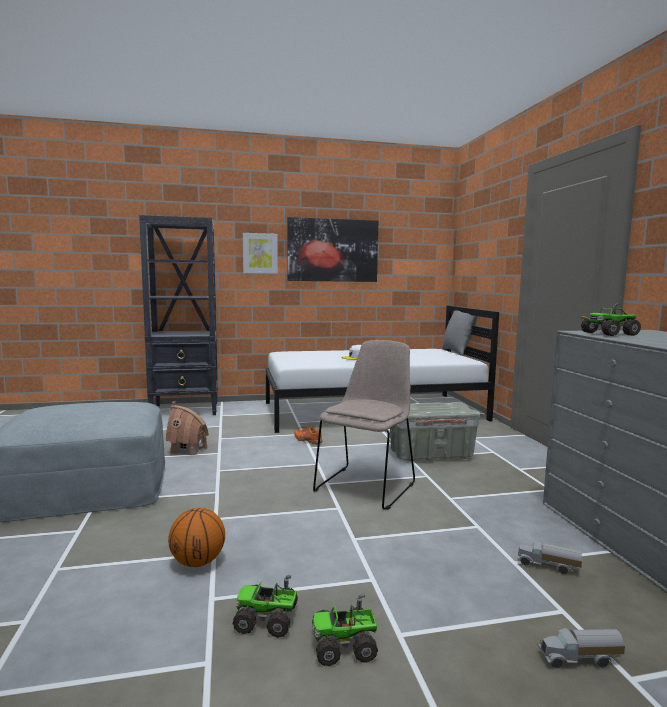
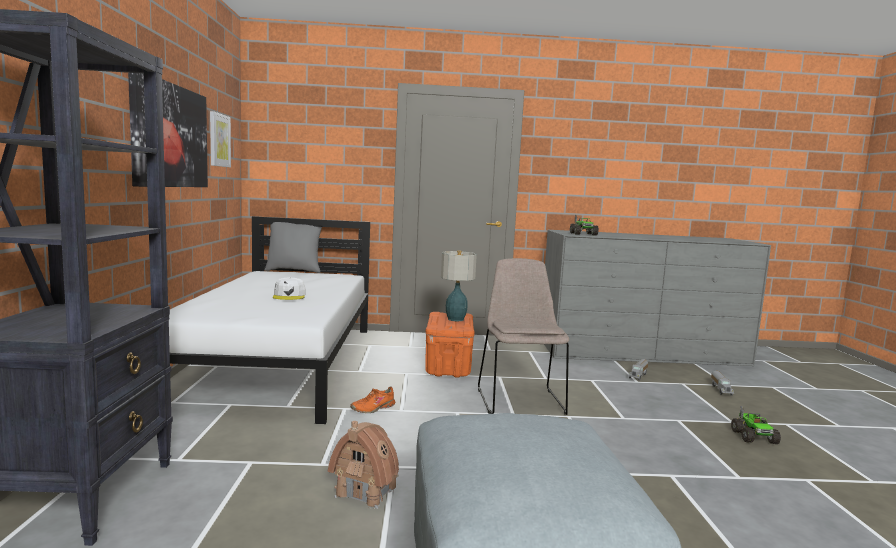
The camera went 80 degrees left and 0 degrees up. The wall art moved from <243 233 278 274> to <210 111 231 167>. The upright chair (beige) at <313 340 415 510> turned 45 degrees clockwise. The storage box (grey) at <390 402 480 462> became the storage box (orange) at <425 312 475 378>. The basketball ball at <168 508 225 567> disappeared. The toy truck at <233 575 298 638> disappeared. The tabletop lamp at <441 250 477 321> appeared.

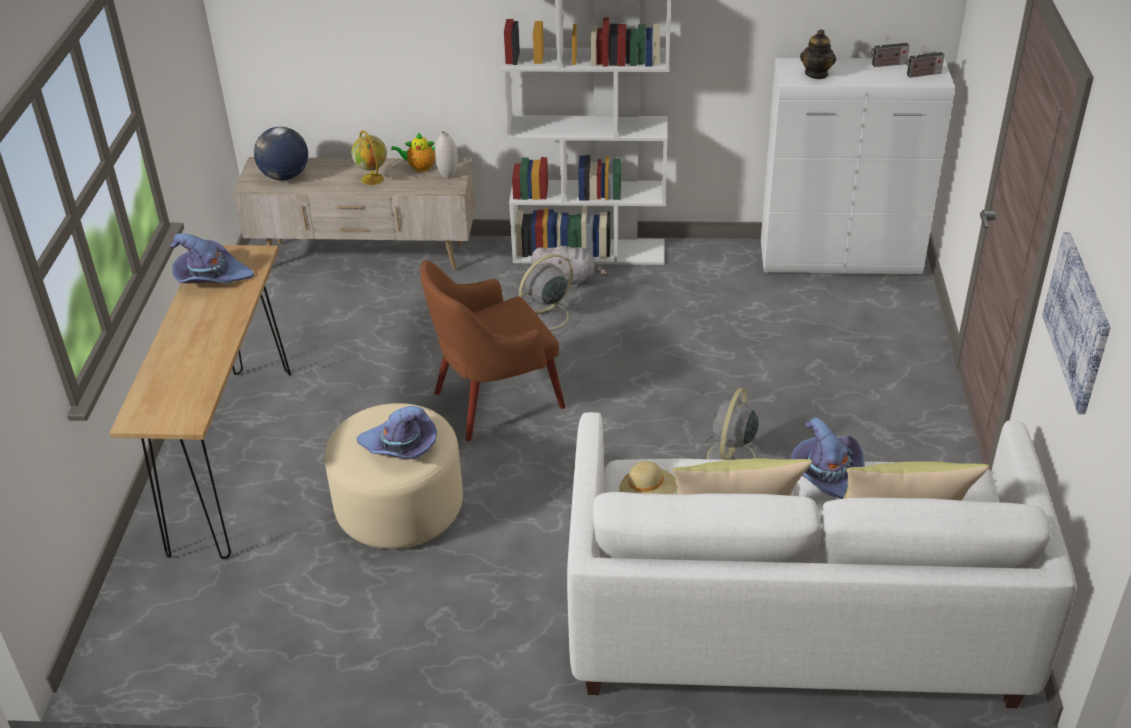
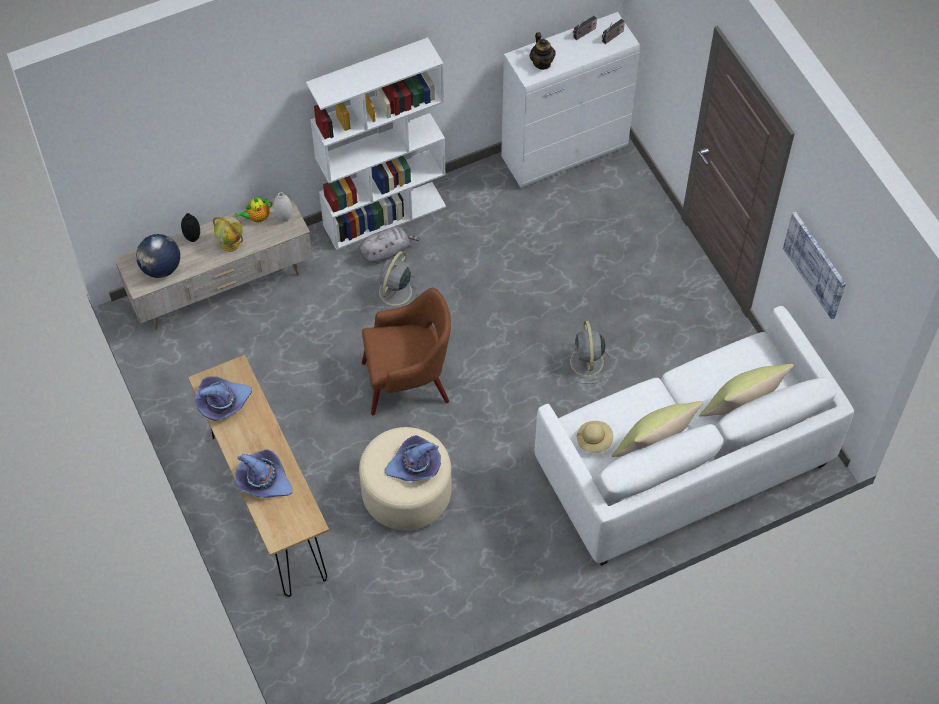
The camera went 30 degrees left and 20 degrees up. The armchair (brown-coloured) at <420 260 565 441> turned 135 degrees counterclockwise. The wearable hat (purplish) moved from <791 417 865 499> to <235 449 292 498>. The flower vase (black-coloured) at <181 213 200 242> appeared.

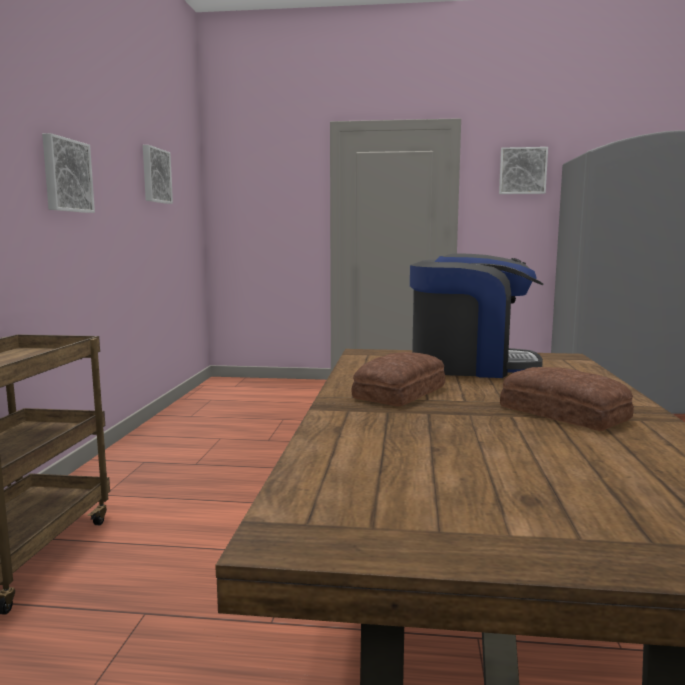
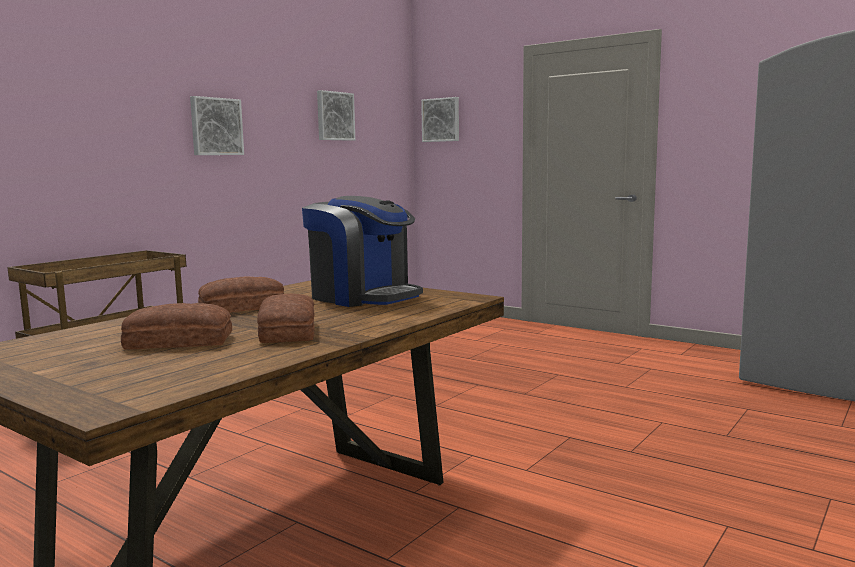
The camera went 30 degrees right and 0 degrees up. The wall art moved from <499 147 548 194> to <421 97 459 142>. The baked bread at <121 303 232 350> appeared.

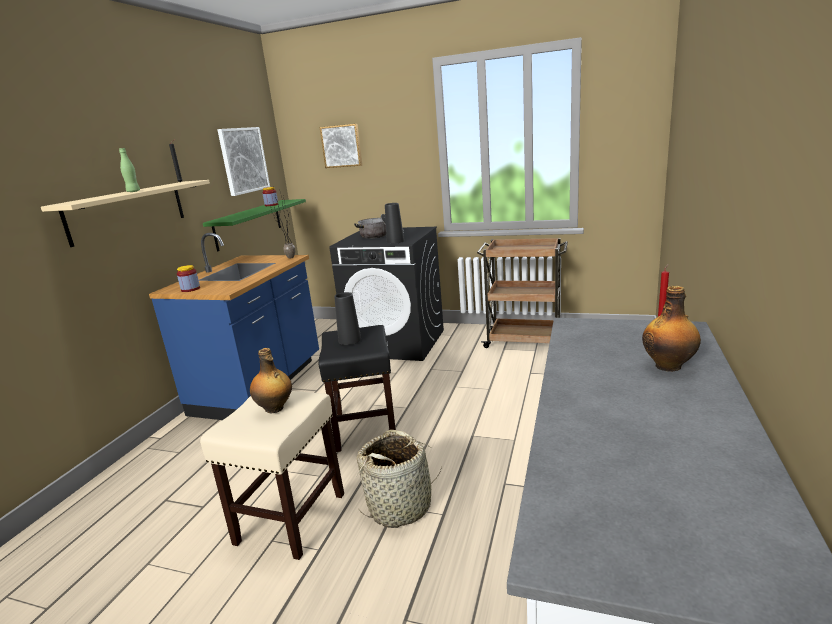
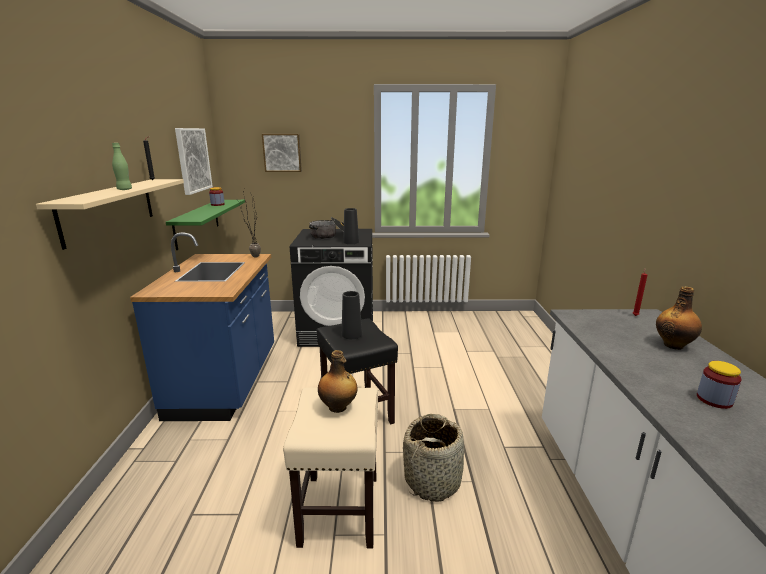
The camera went 20 degrees left and 0 degrees up. The cart (brown-coloured) at <477 238 568 348> disappeared. The preserve jar moved from <177 265 200 292> to <697 361 742 409>.

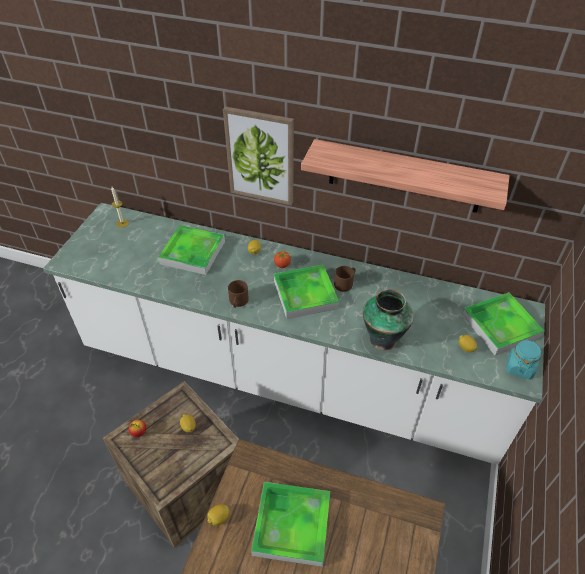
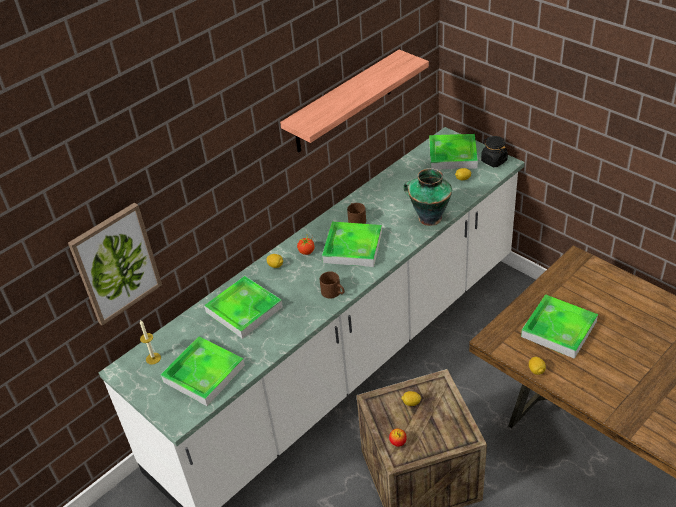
The camera went 60 degrees left and 5 degrees down. The wall art moved from <223 106 294 206> to <68 203 162 326>. The preserve jar (turquoise-coloured) at <506 339 541 379> became the preserve jar (black-coloured) at <481 136 508 167>. The tray at <160 336 245 406> appeared.

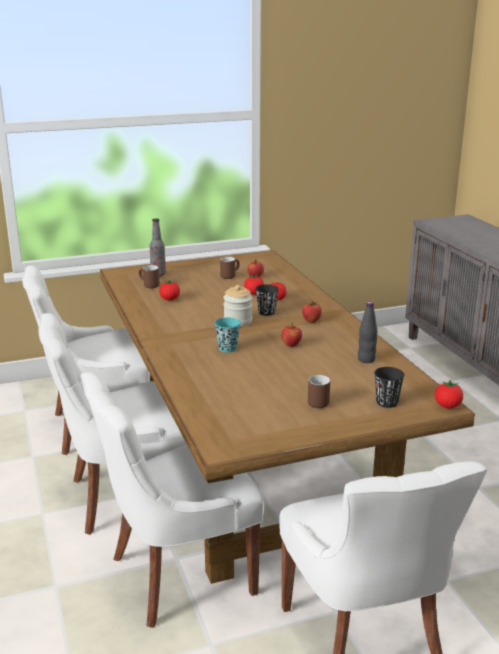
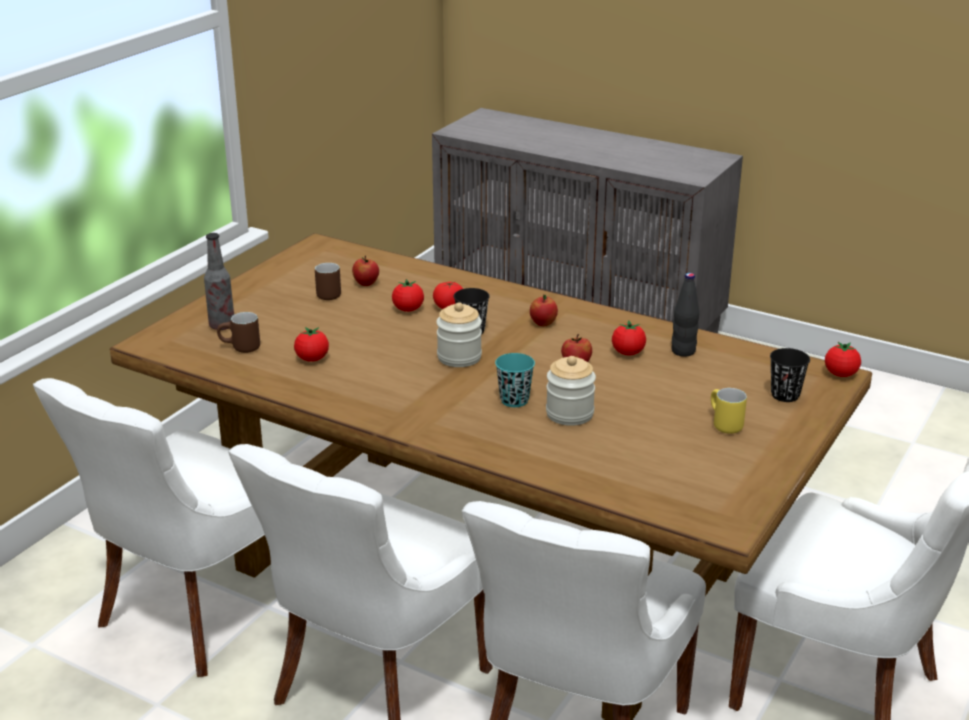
The camera went 40 degrees left and 5 degrees up. The tea mug (brown-coloured) at <308 375 330 408> became the tea mug (yellow-coloured) at <711 388 747 434>. The whole tomato at <612 321 646 355> appeared. The preserve jar at <546 356 596 426> appeared.

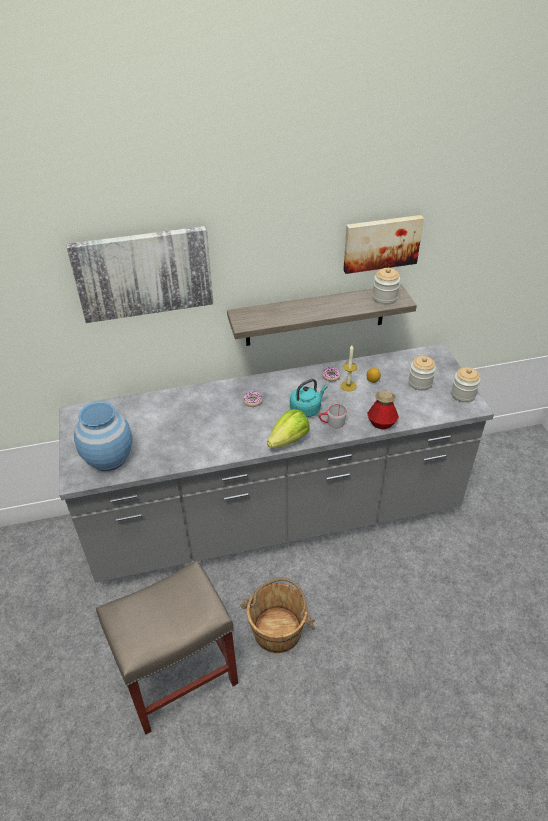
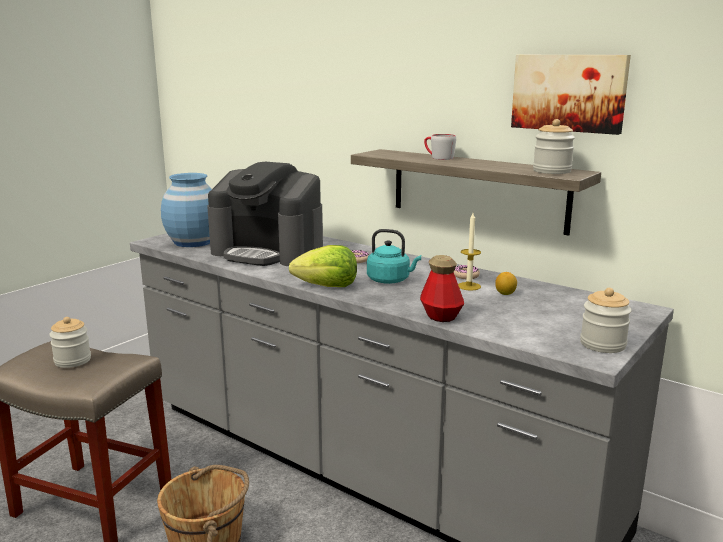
The camera went 50 degrees right and 25 degrees down. The wall art at <67 226 214 323> disappeared. The preserve jar moved from <408 356 436 391> to <49 317 91 368>. The tea mug (grey) moved from <319 404 347 428> to <424 134 456 160>. The coffee machine at <207 162 323 266> appeared.

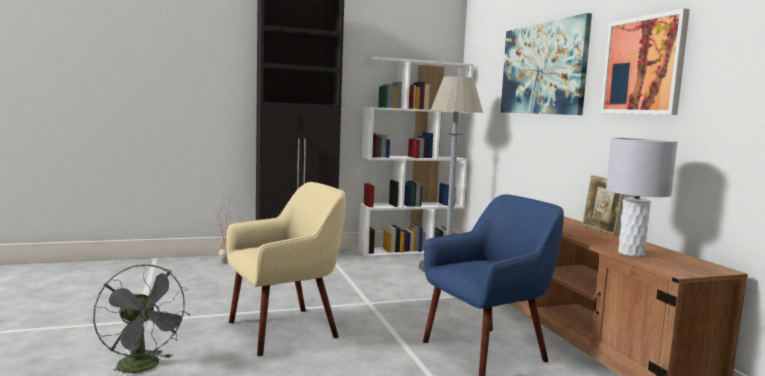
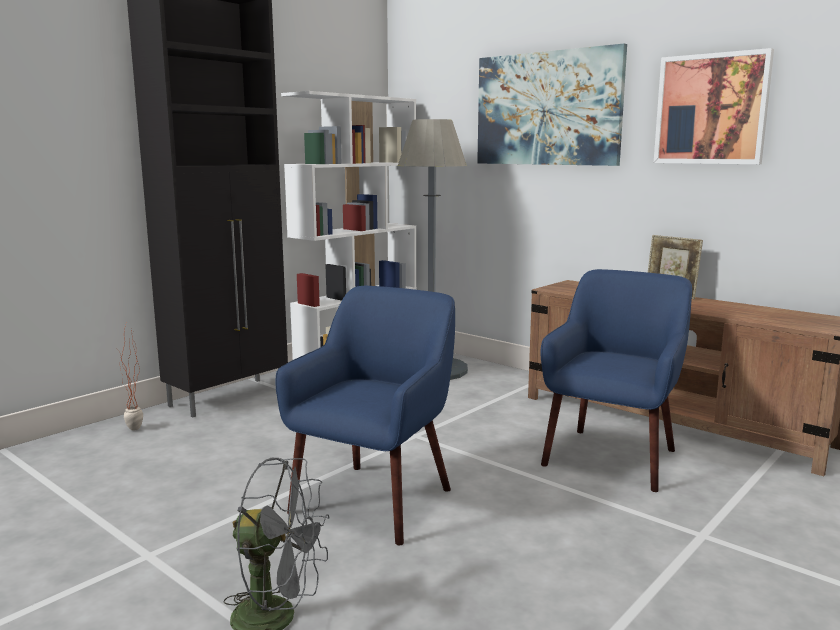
The camera went 30 degrees left and 5 degrees up. The tabletop lamp (grey) at <606 138 678 257> disappeared. The armchair (beige) at <226 182 346 356> became the armchair (blue) at <275 286 455 545>.

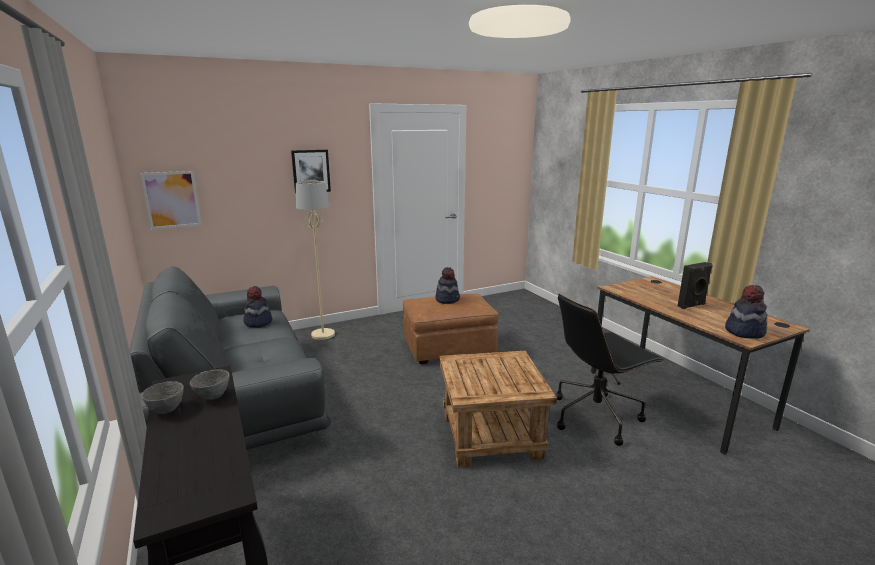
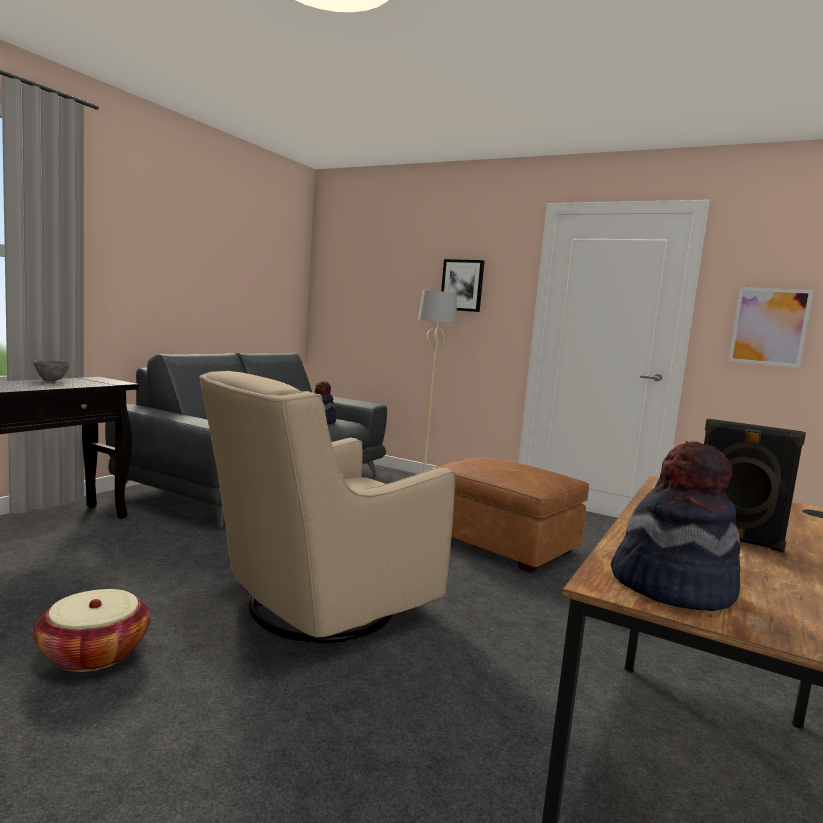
The camera went 55 degrees right and 10 degrees down. The wall art moved from <140 171 202 229> to <728 287 813 368>. The wearable hat at <435 267 460 304> disappeared. The desk chair (black-coloured) at <556 293 664 446> disappeared. The accent table (brown-coloured) at <439 351 557 468> was replaced by the armchair (beige) at <199 371 456 643>. The deep dish (grey) at <190 369 230 400> disappeared. The basket at <34 589 151 672> appeared.

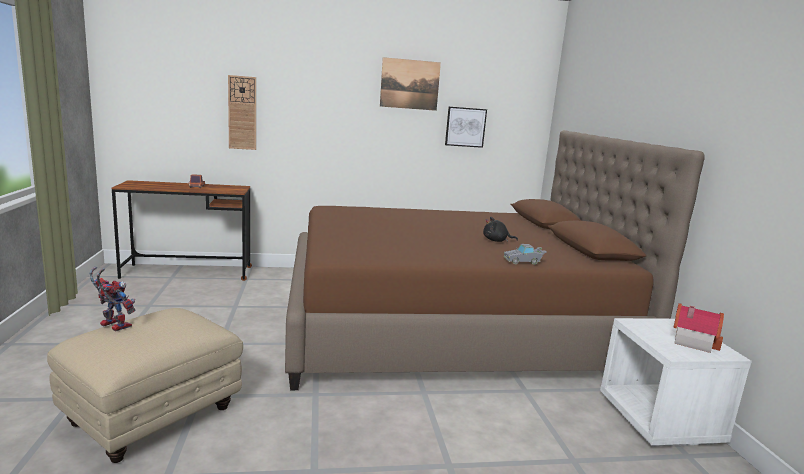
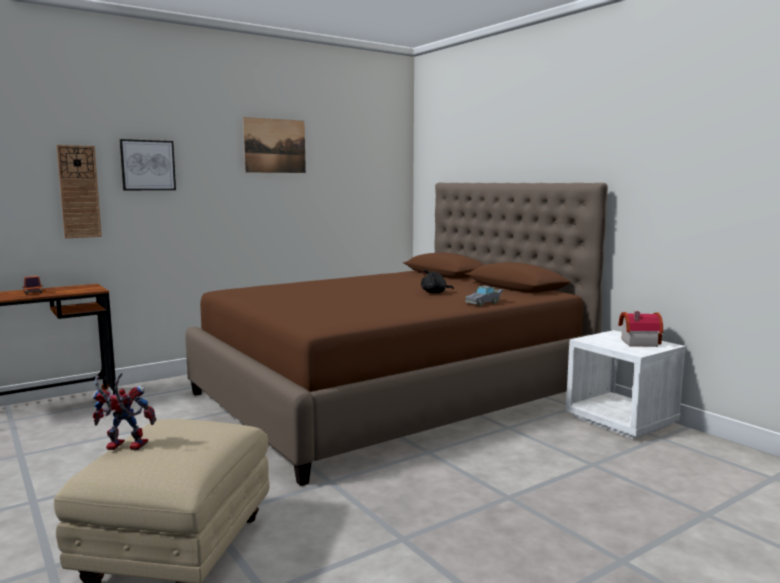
The camera went 25 degrees left and 5 degrees down. The wall art moved from <445 107 487 148> to <119 139 176 190>.

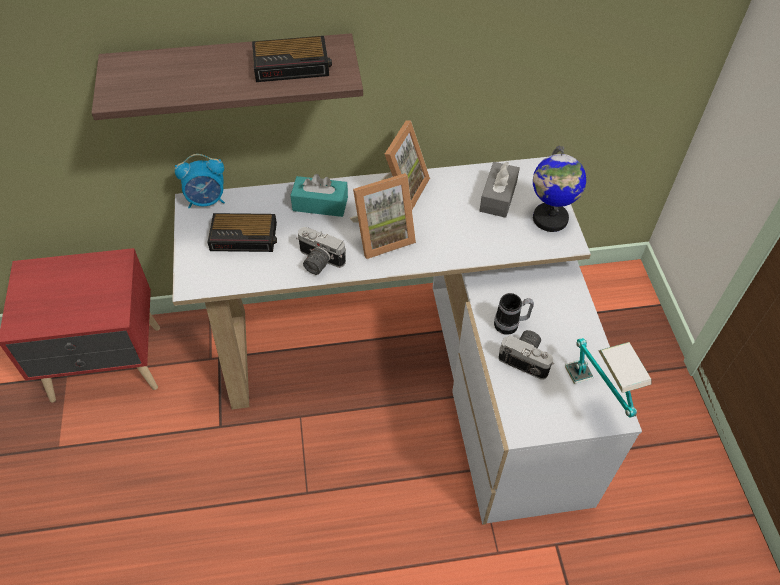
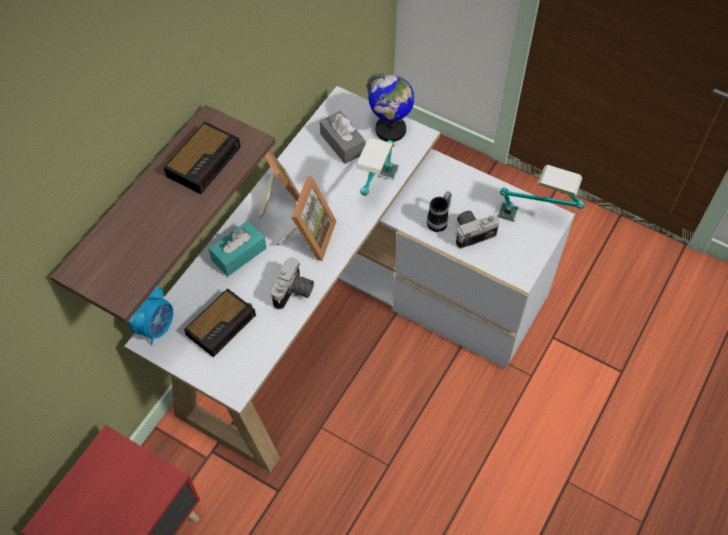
The camera went 50 degrees left and 5 degrees up. The photo camera at <296 227 346 275> turned 45 degrees counterclockwise. The tabletop lamp at <356 137 399 196> appeared.

